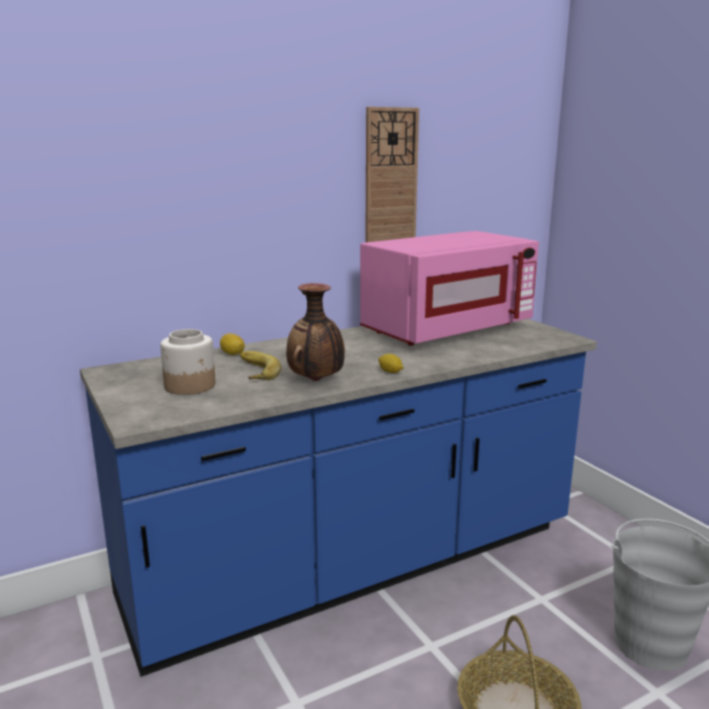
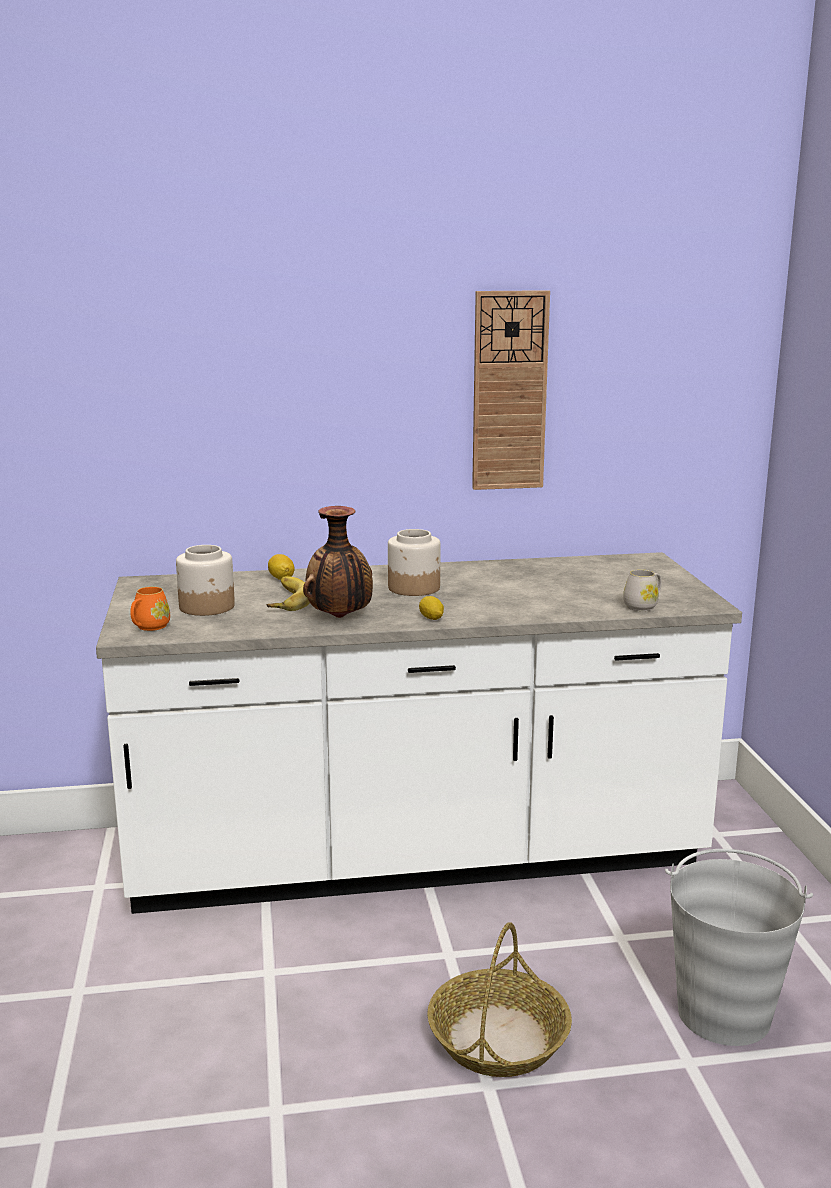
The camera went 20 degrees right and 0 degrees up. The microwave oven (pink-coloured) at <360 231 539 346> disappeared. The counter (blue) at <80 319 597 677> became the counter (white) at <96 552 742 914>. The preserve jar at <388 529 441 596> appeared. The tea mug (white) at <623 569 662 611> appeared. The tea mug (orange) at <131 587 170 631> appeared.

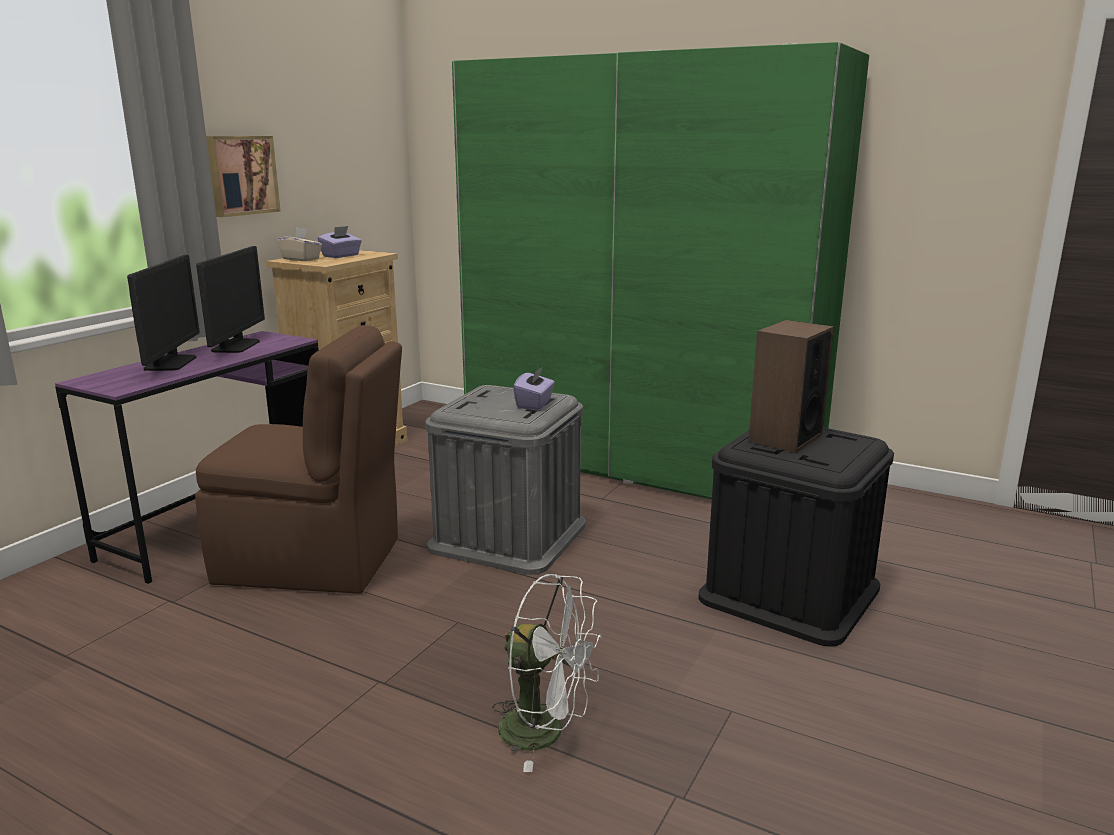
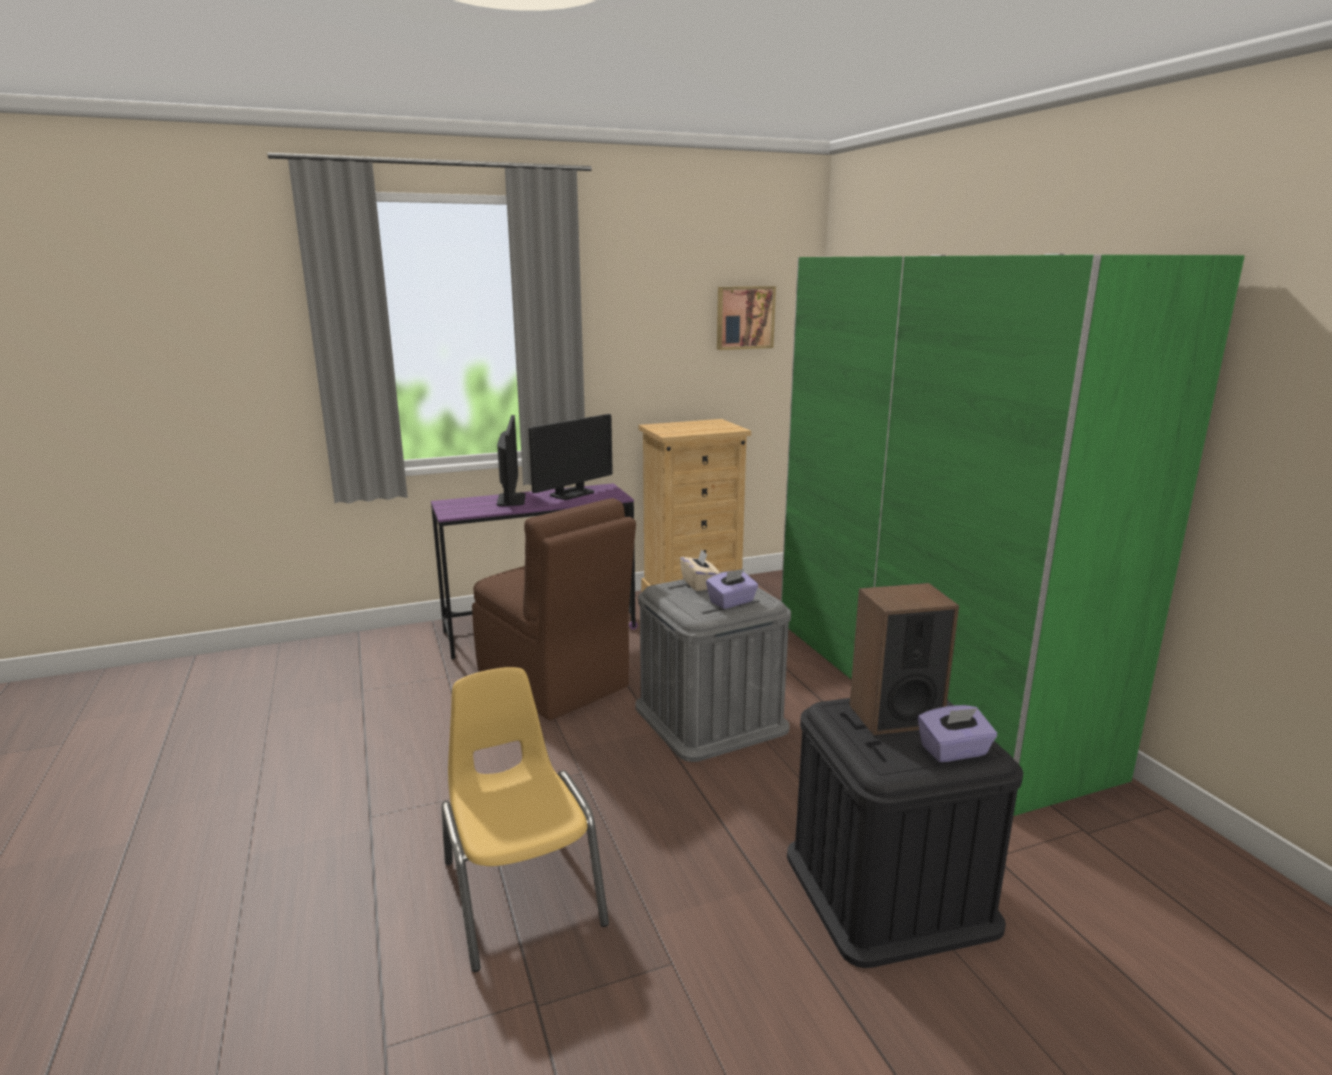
The camera went 40 degrees right and 0 degrees up. The wall art moved from <206 136 281 217> to <717 286 776 350>. The tissue box (purplish) moved from <318 226 362 258> to <918 705 997 762>. The tissue box (beige) moved from <277 228 322 261> to <680 549 720 591>. The computer display at <127 255 200 371> turned 45 degrees counterclockwise. The fan (white) at <492 574 603 772> was replaced by the upright chair (yellow-coloured) at <441 667 609 972>.

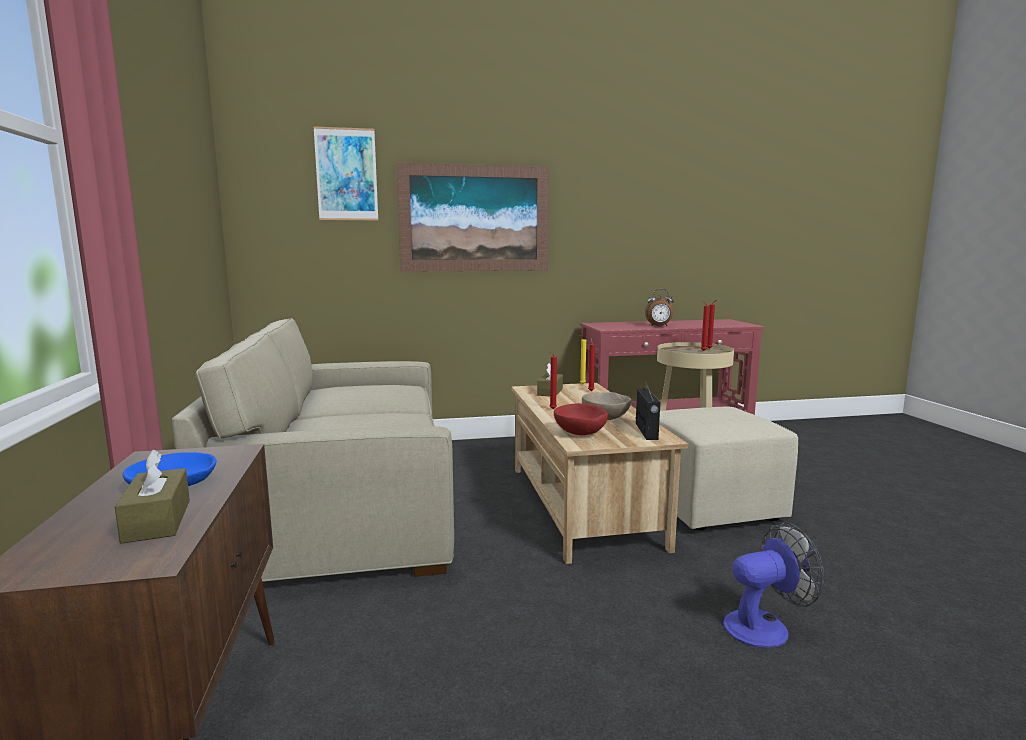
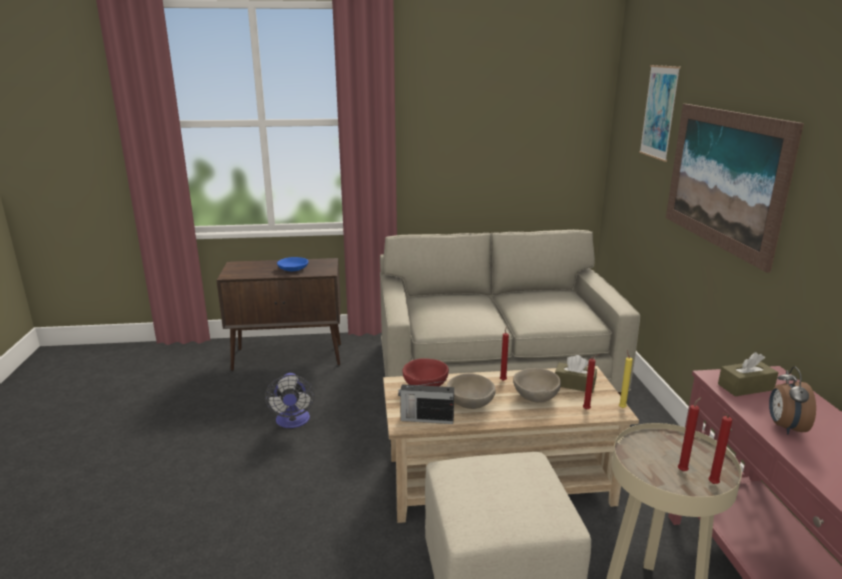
The camera went 95 degrees right and 10 degrees up. The tissue box (brown-coloured) moved from <115 450 190 544> to <718 352 779 397>. The fan moved from <723 522 824 648> to <265 373 315 428>. The deep dish (beige) at <513 368 561 403> appeared.

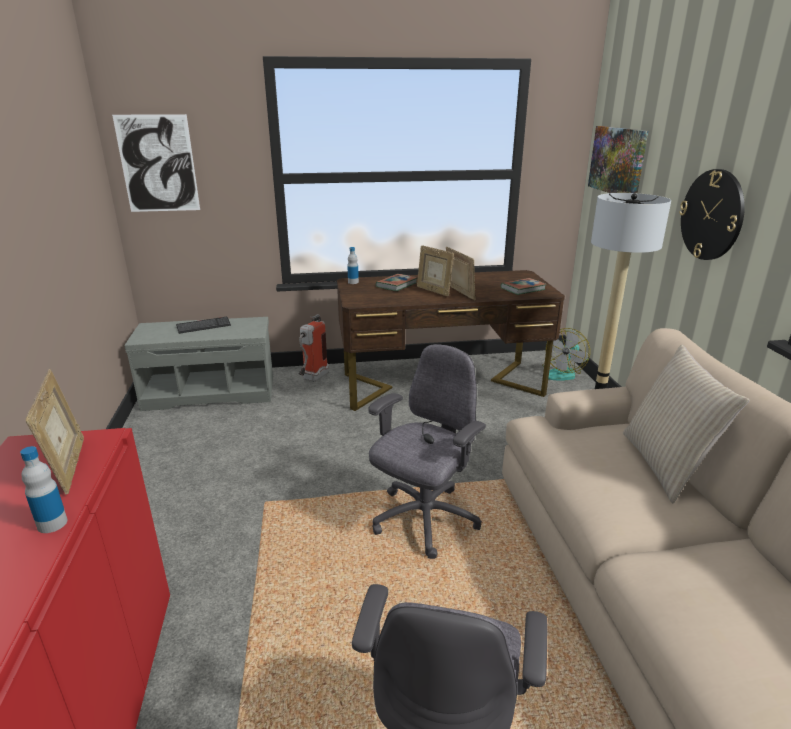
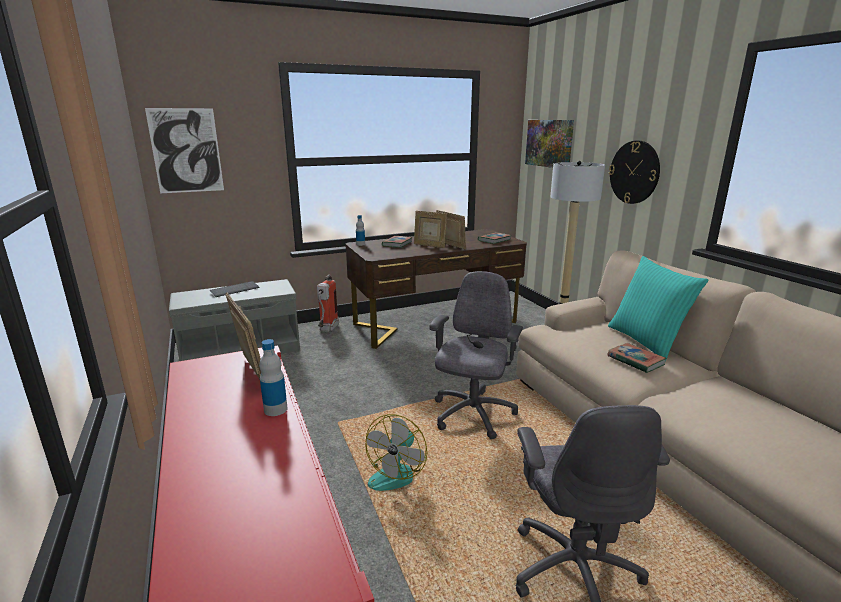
The camera went 15 degrees left and 5 degrees down. The fan moved from <542 328 590 381> to <365 414 427 491>. The cushion (beige) at <623 344 750 503> became the cushion (turquoise-coloured) at <608 256 708 361>. The bound book at <608 343 667 373> appeared.

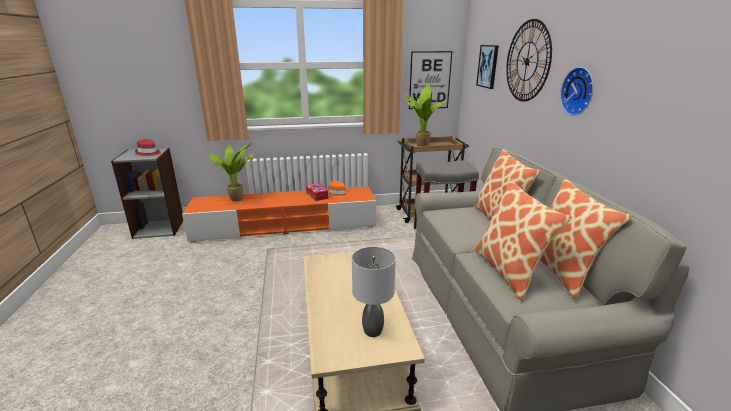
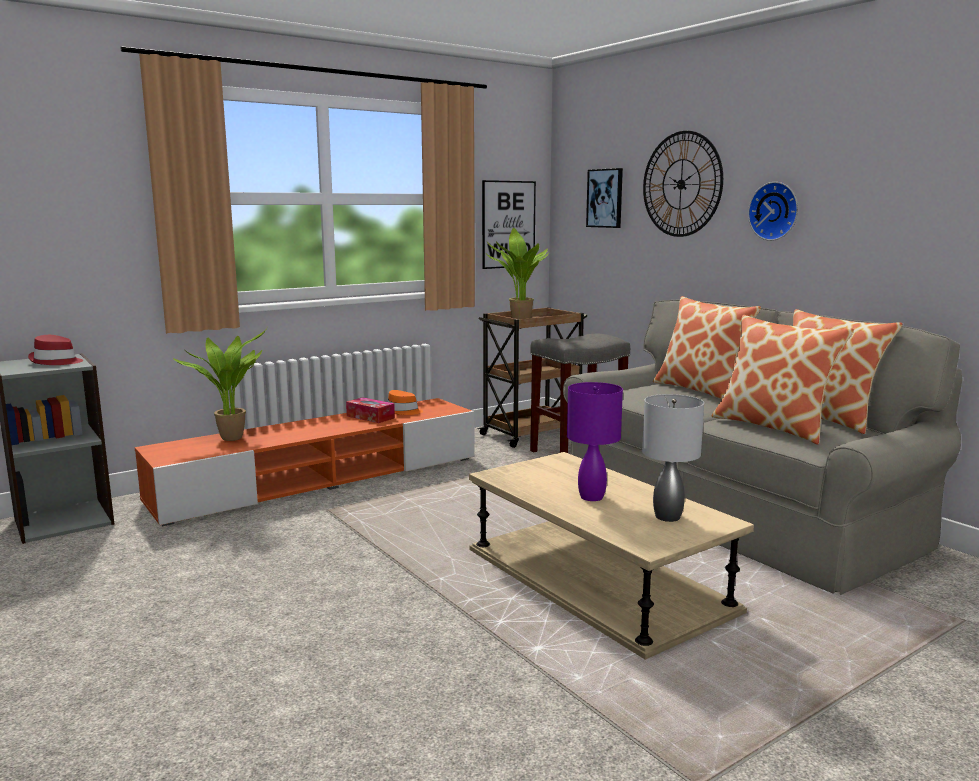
The camera went 25 degrees left and 10 degrees down. The tabletop lamp (purplish) at <567 382 623 501> appeared.

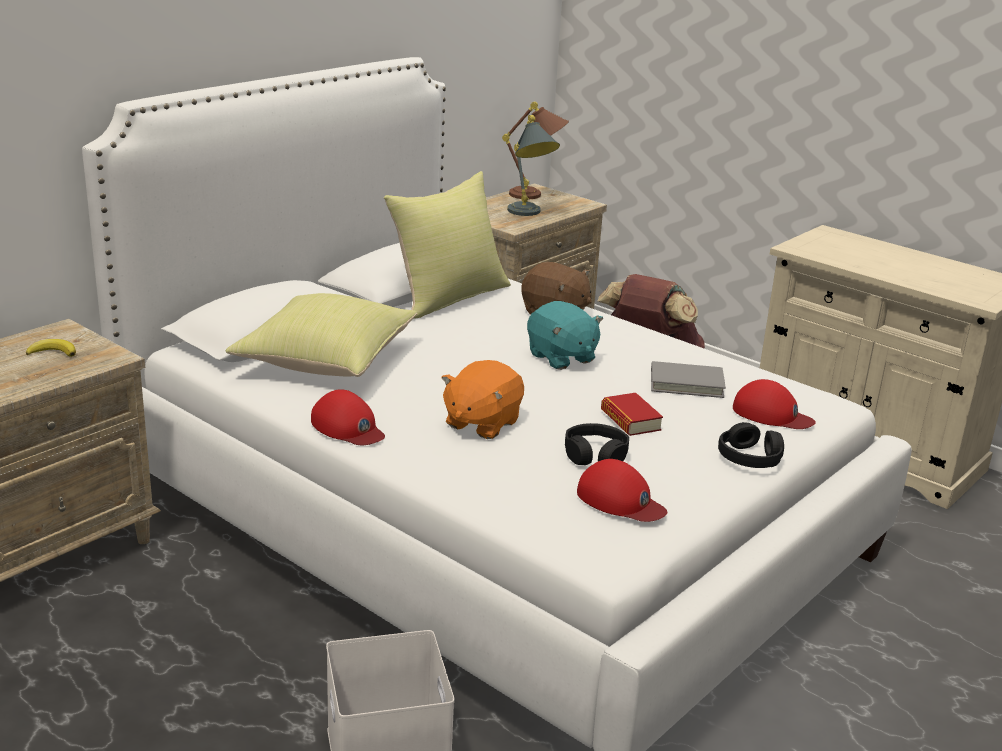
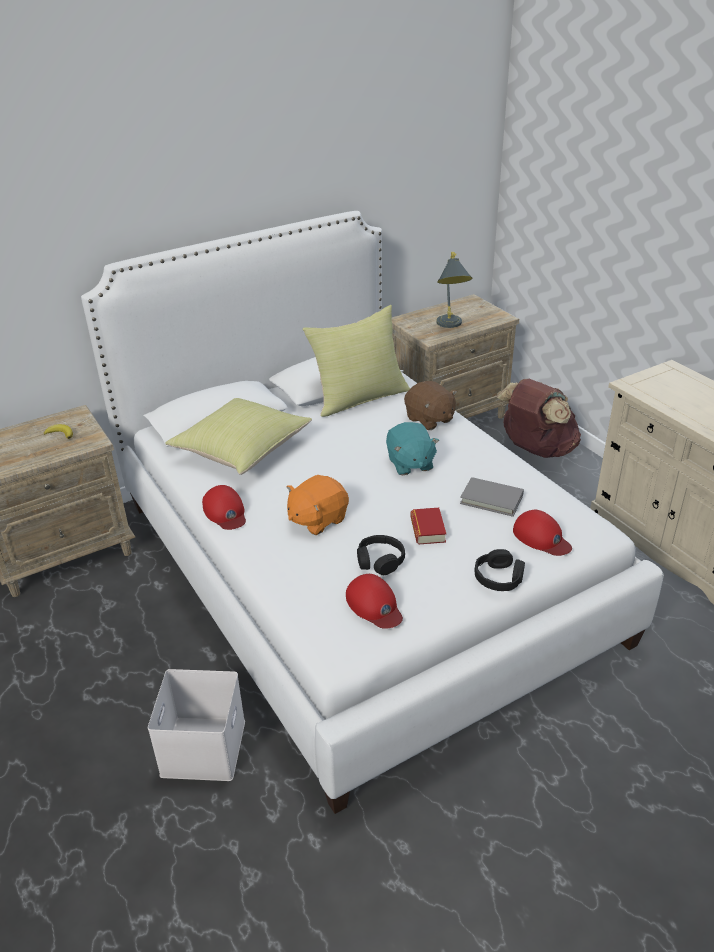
The camera went 20 degrees right and 10 degrees up. The tabletop lamp (brown-coloured) at <502 101 569 199> disappeared.

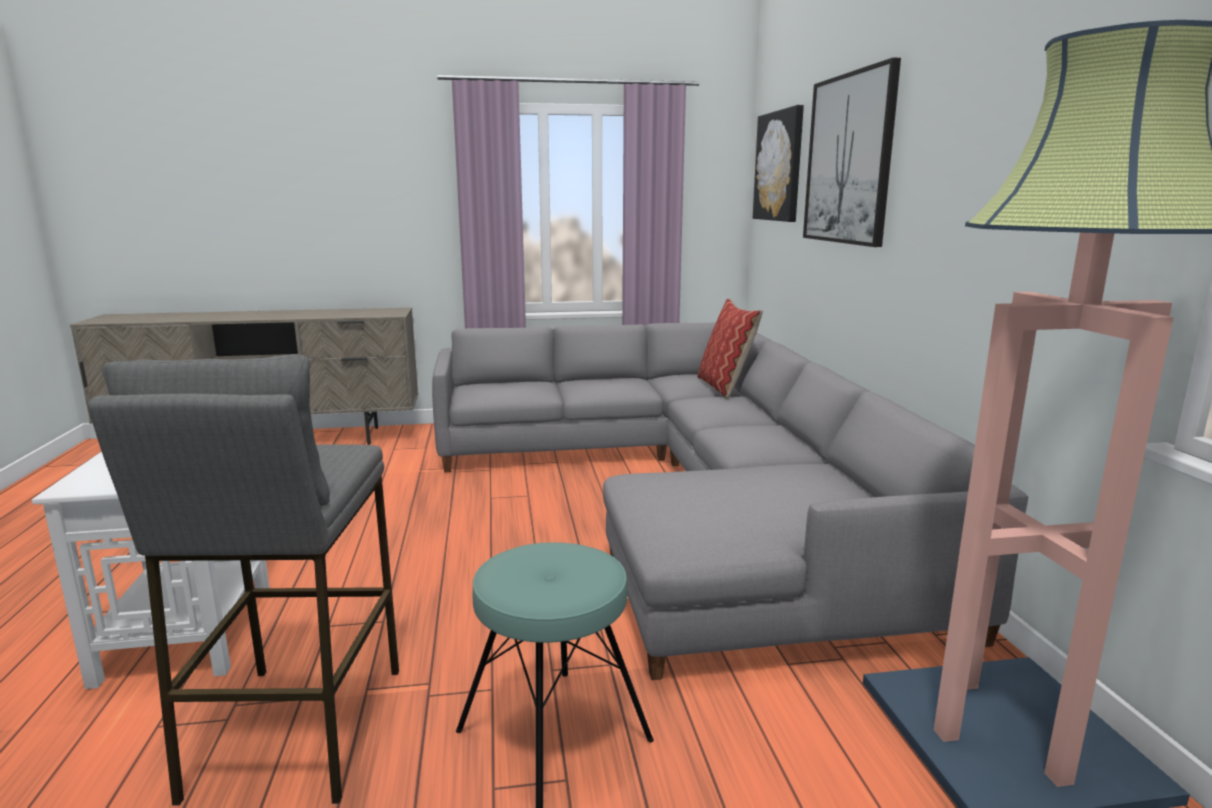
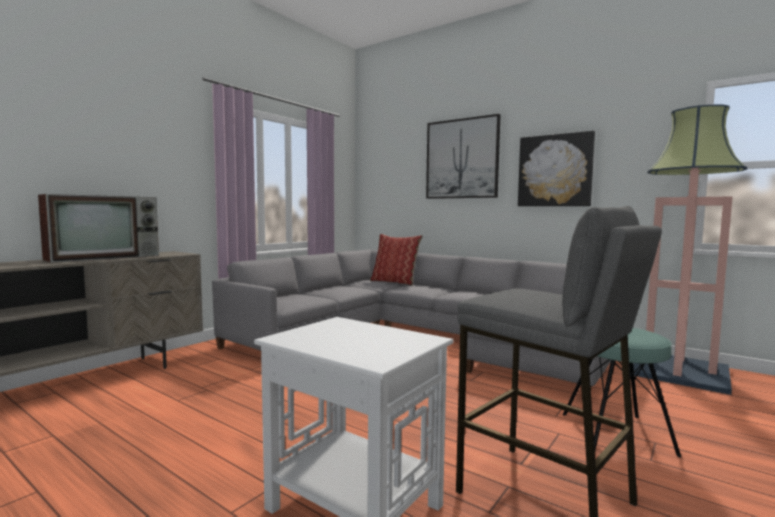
The camera went 45 degrees left and 10 degrees down. The wall art moved from <753 105 804 222> to <518 131 595 206>. The television at <38 194 159 263> appeared.

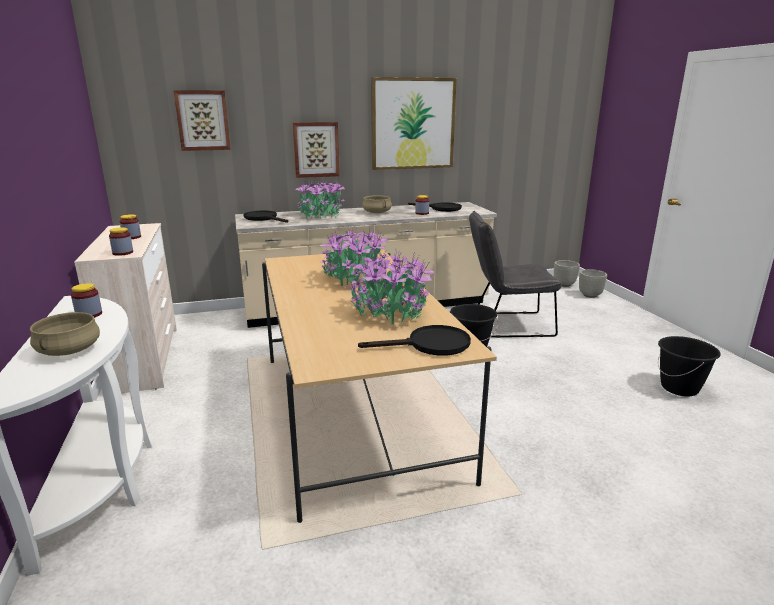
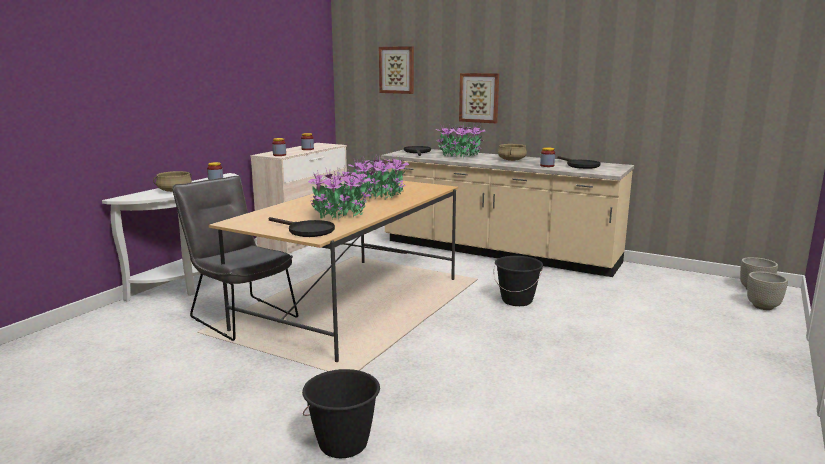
The camera went 45 degrees right and 5 degrees down. The wall art at <371 77 457 170> disappeared. The upright chair (grey) moved from <469 211 562 338> to <172 176 298 341>. The pail (black-coloured) moved from <658 336 721 396> to <302 369 380 458>.

